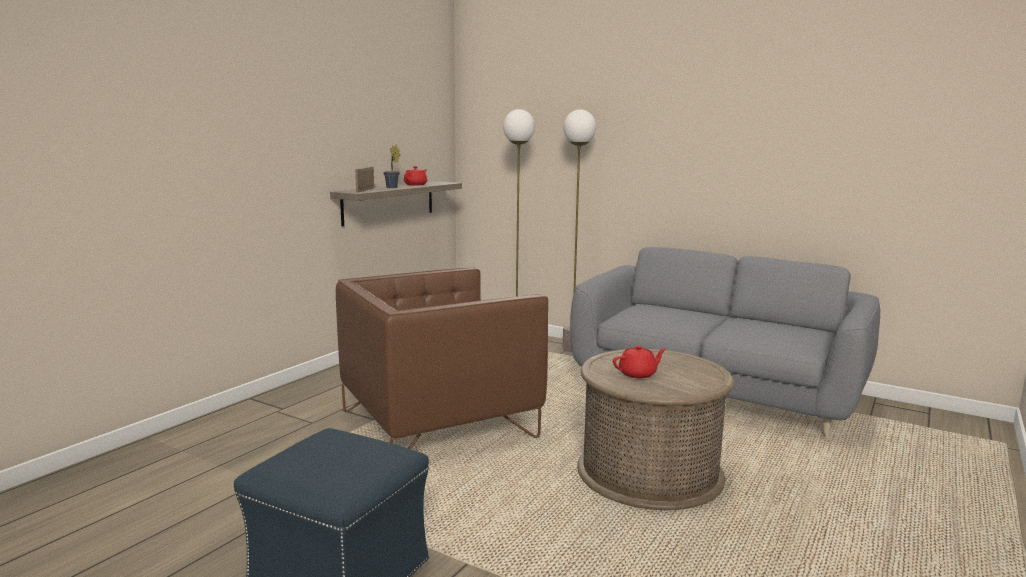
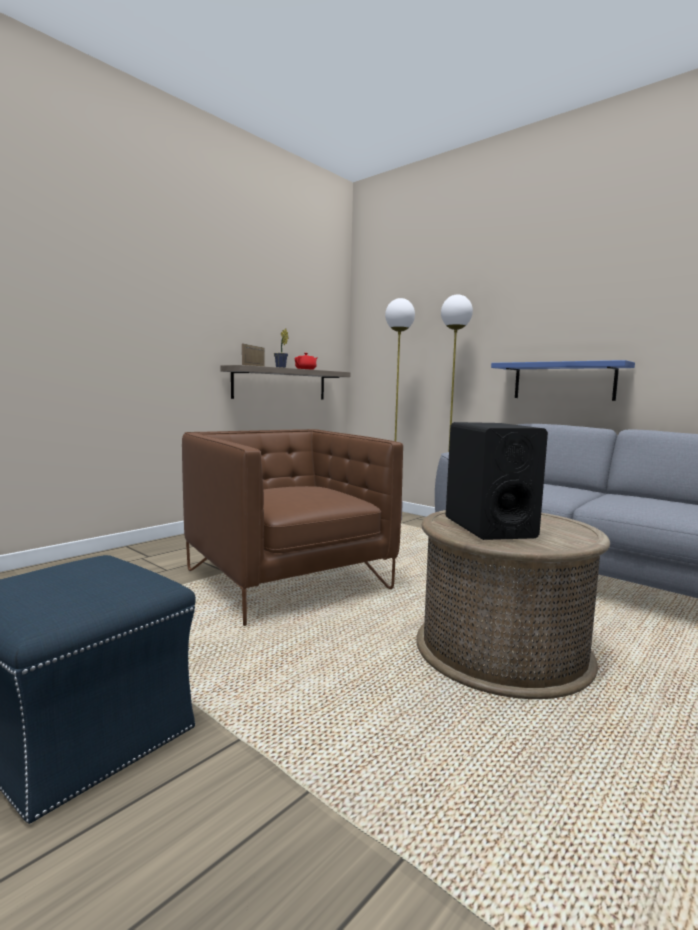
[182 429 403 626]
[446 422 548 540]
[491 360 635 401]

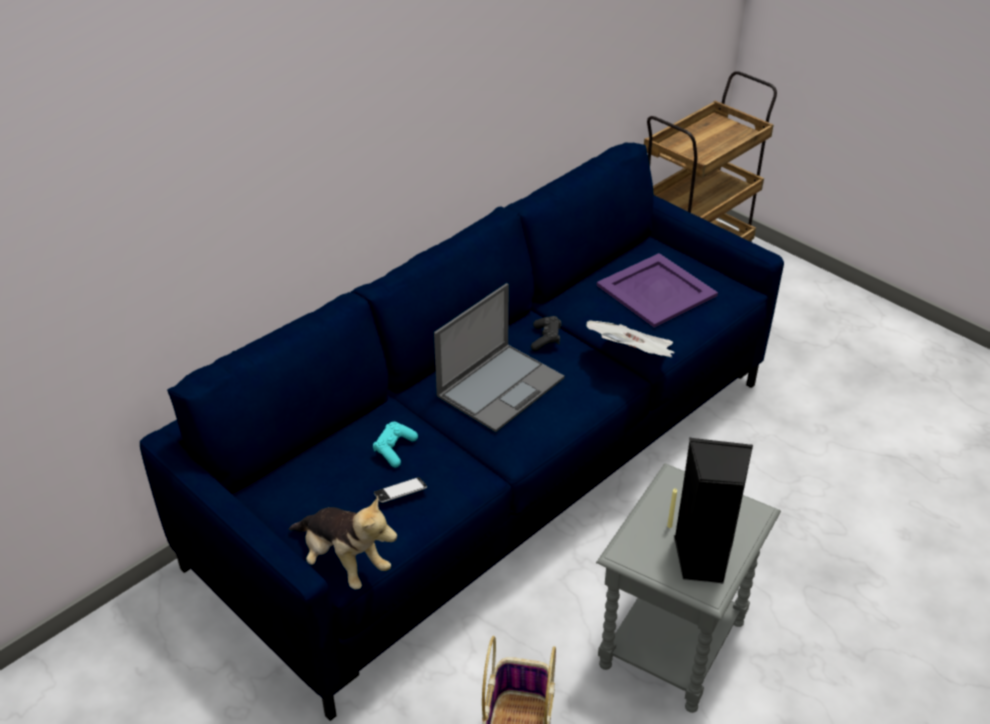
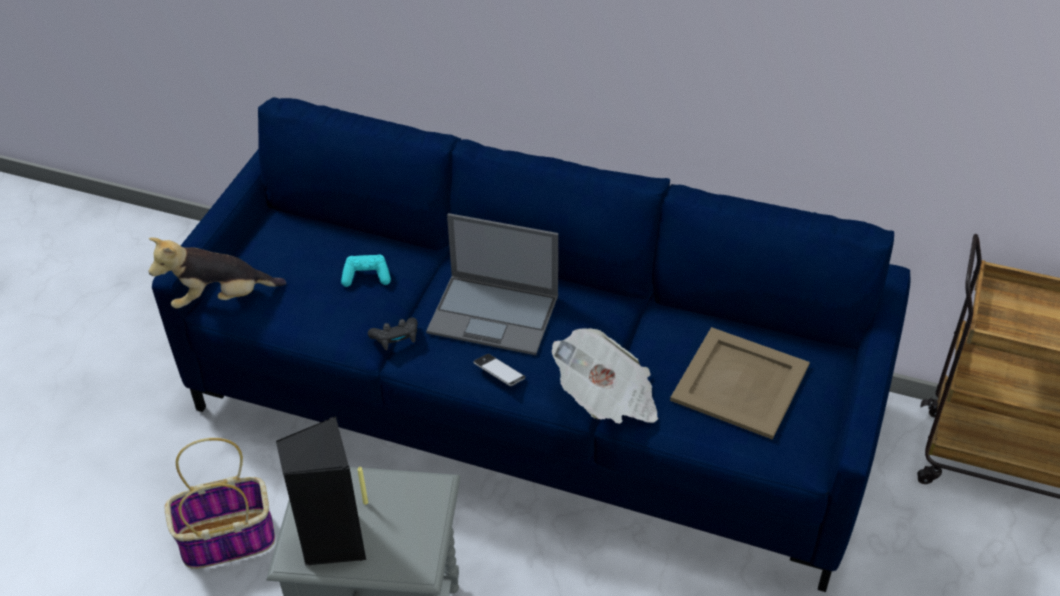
[149 237 286 309]
[473 354 525 386]
[368 318 418 350]
[670 327 810 439]

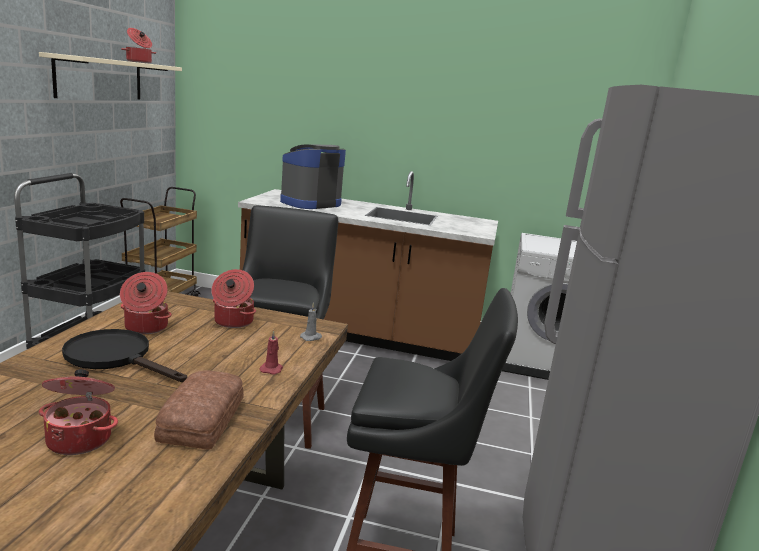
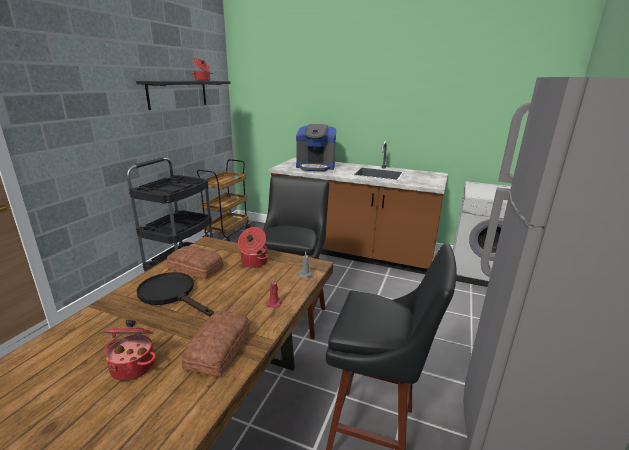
[136 81 230 110]
[167 246 224 279]
[296 124 336 172]

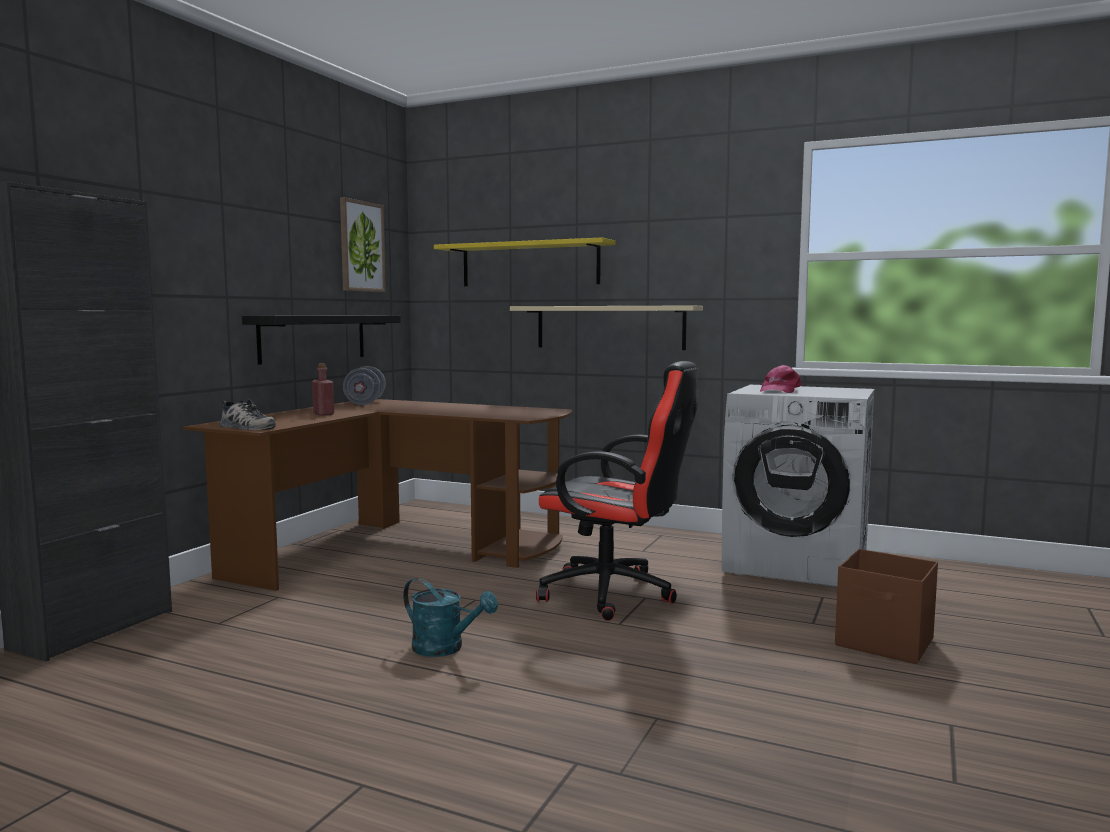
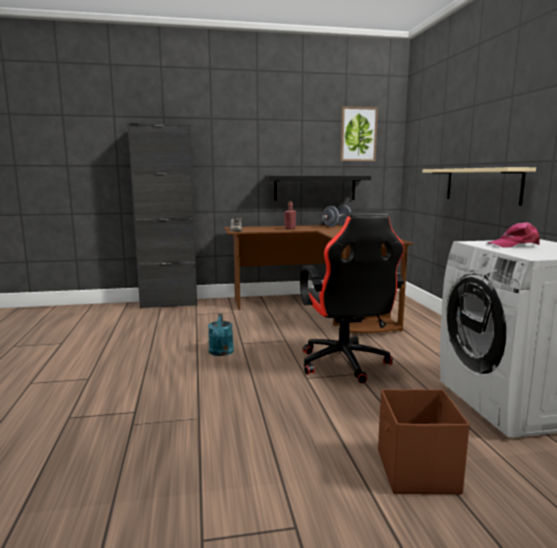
[434 238 615 286] (first image)

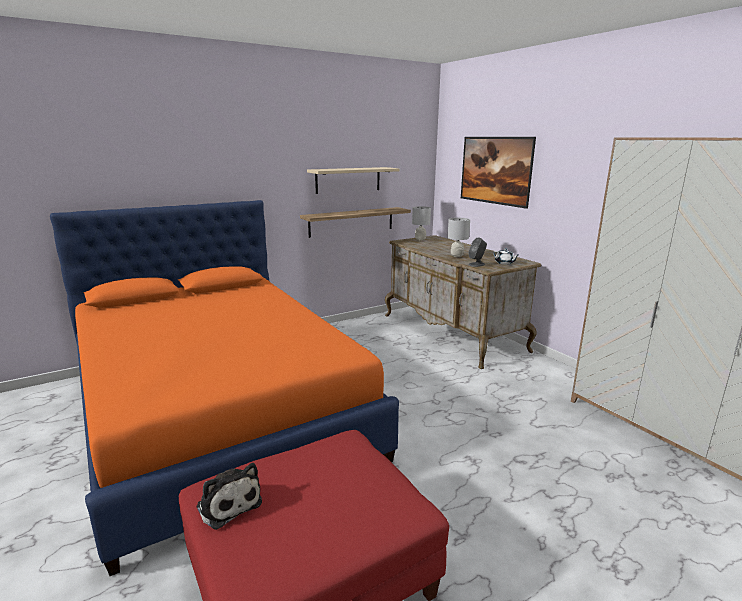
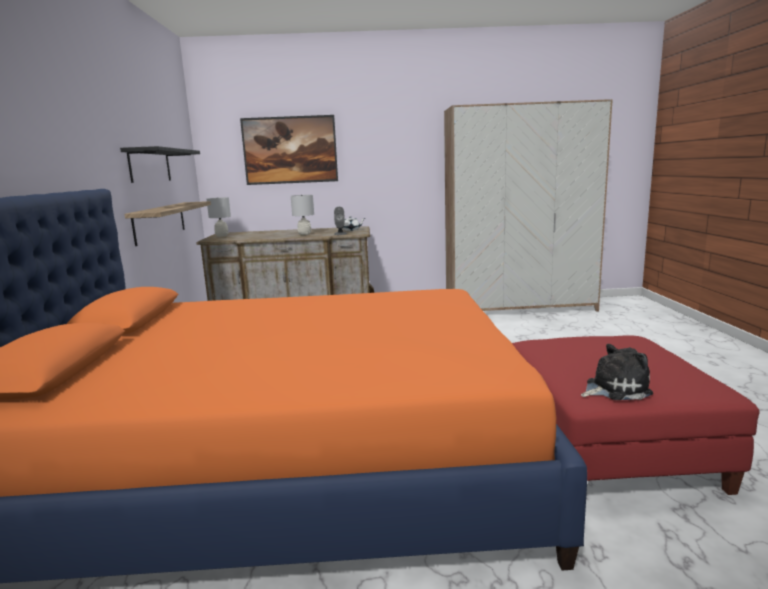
[120 146 200 183]

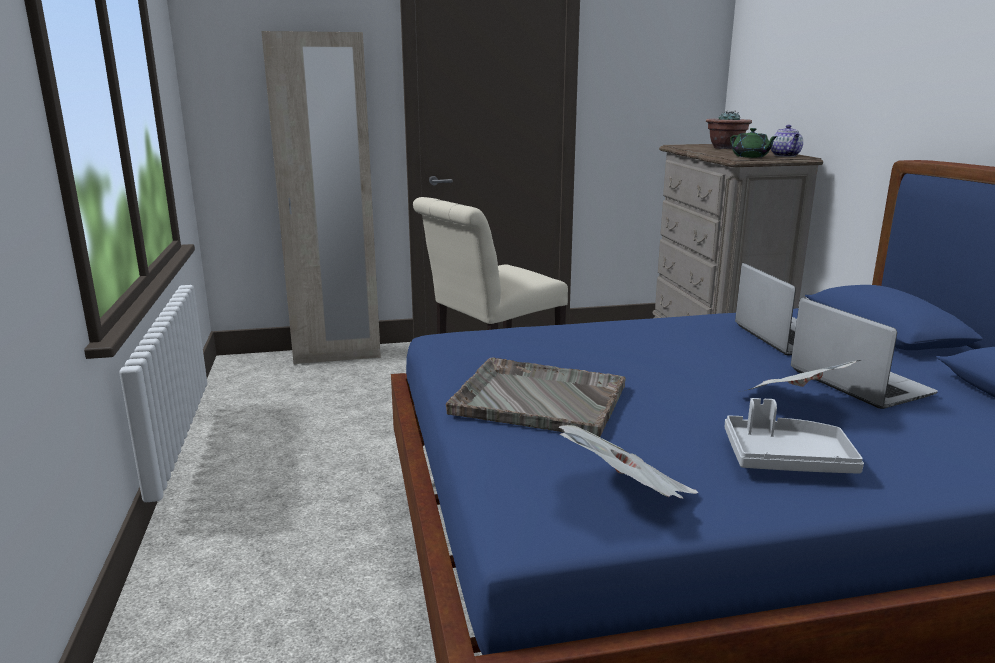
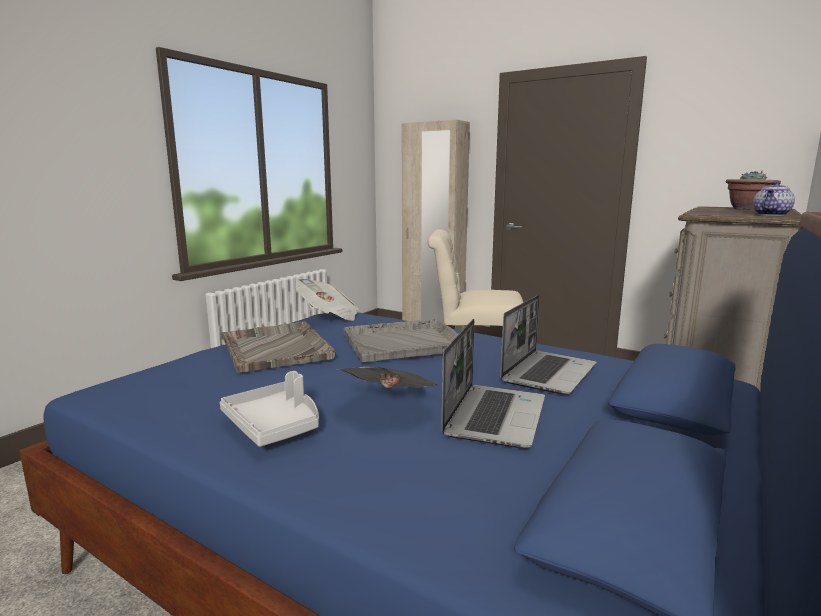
[296 278 359 321]
[730 128 778 158] (first image)
[344 319 459 362]

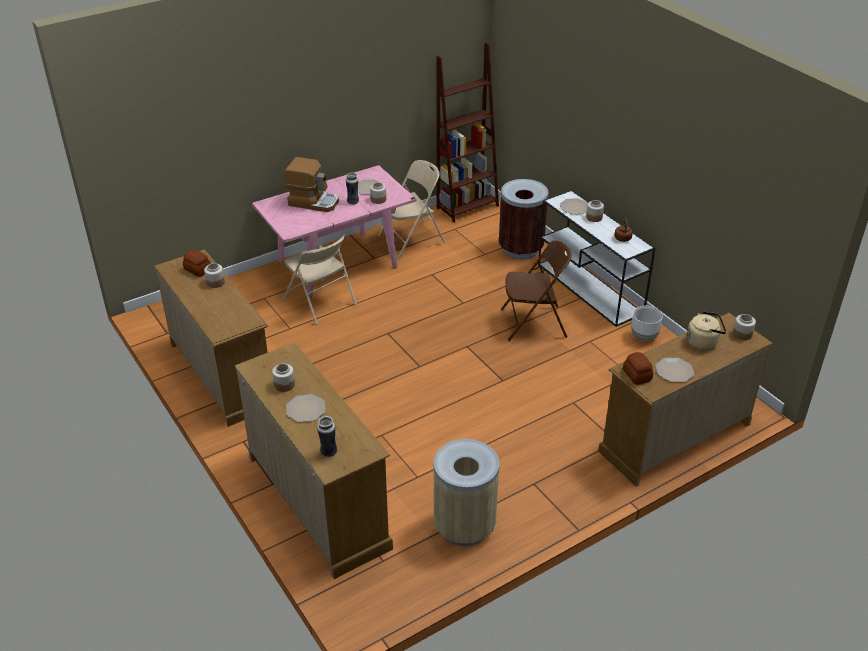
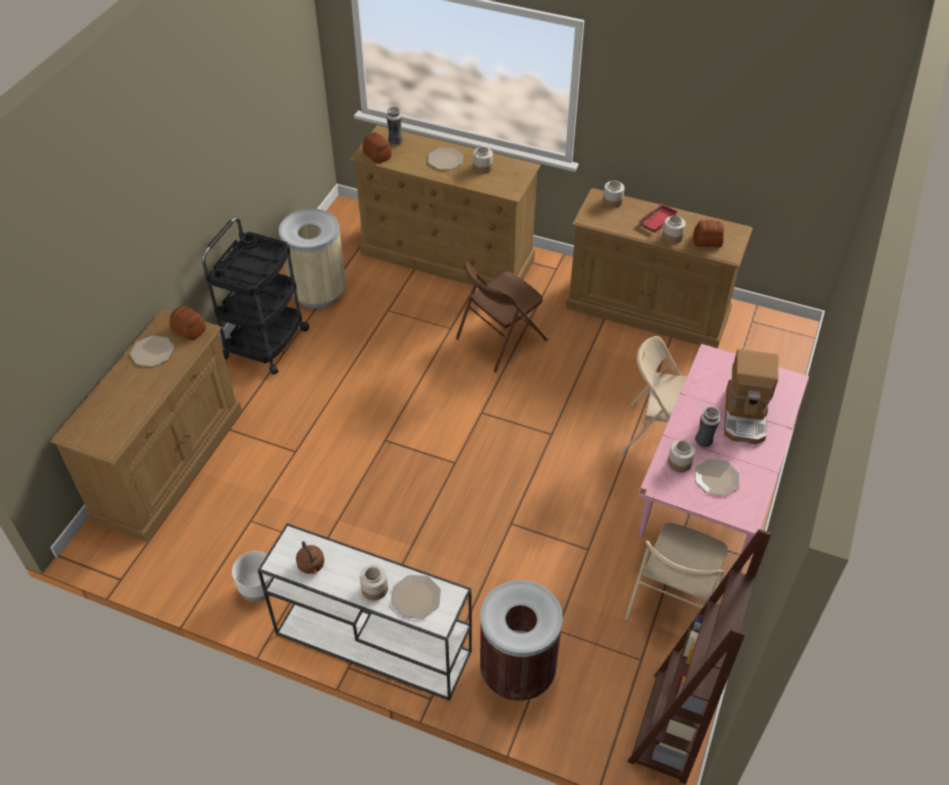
[724 349 778 444]
[456 262 547 373]
[687 311 726 350] (first image)
[603 180 624 208]
[202 217 309 375]
[362 133 392 163]
[638 203 678 233]

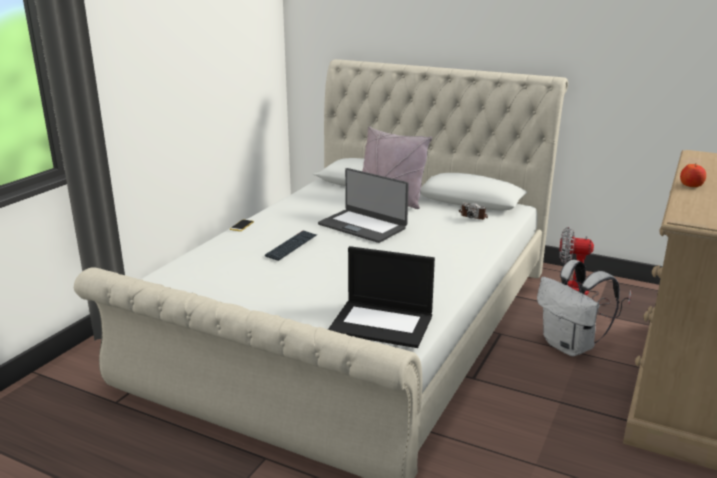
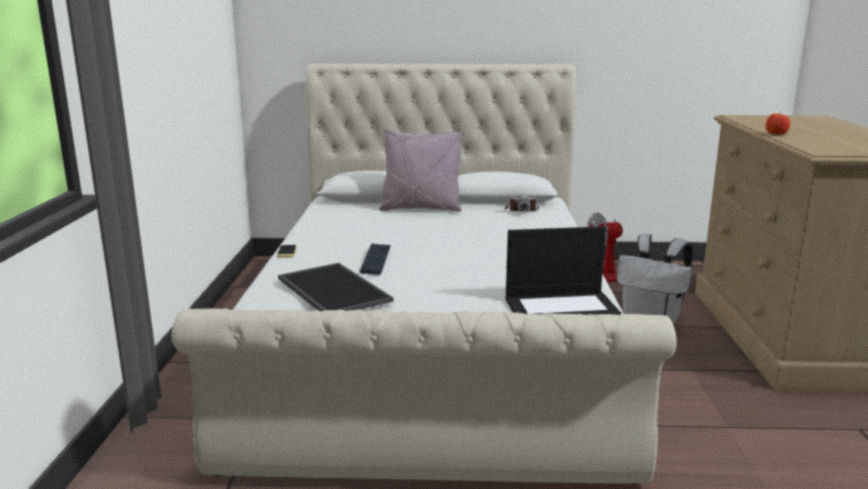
[318 168 409 243] (first image)
[278 263 394 311]

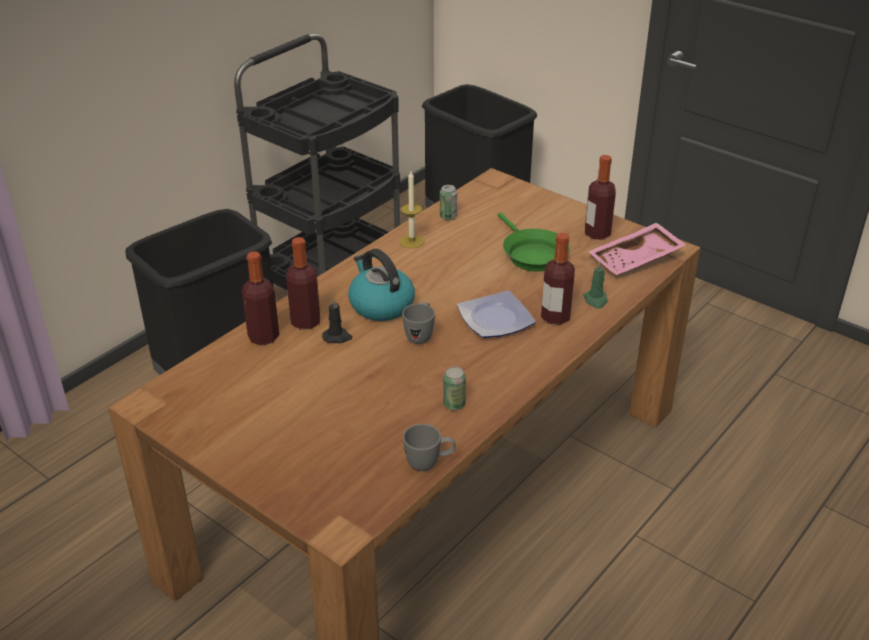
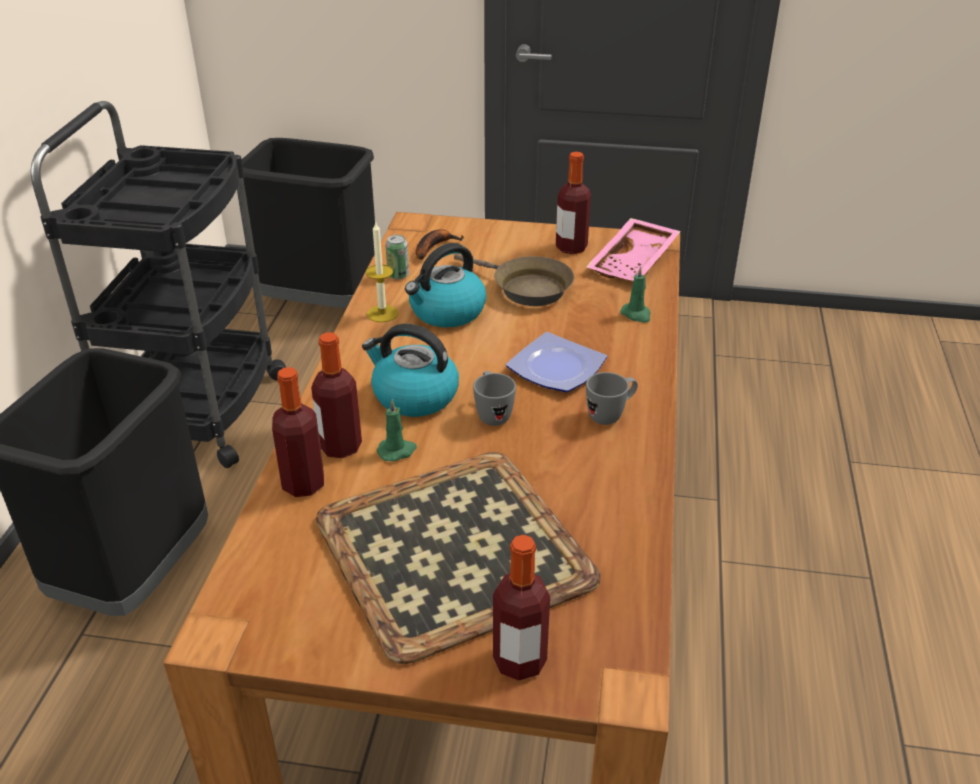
[377 399 417 462]
[586 372 638 425]
[443 367 466 410] (first image)
[454 254 574 306]
[493 535 550 681]
[316 452 601 664]
[405 243 486 328]
[416 229 464 260]

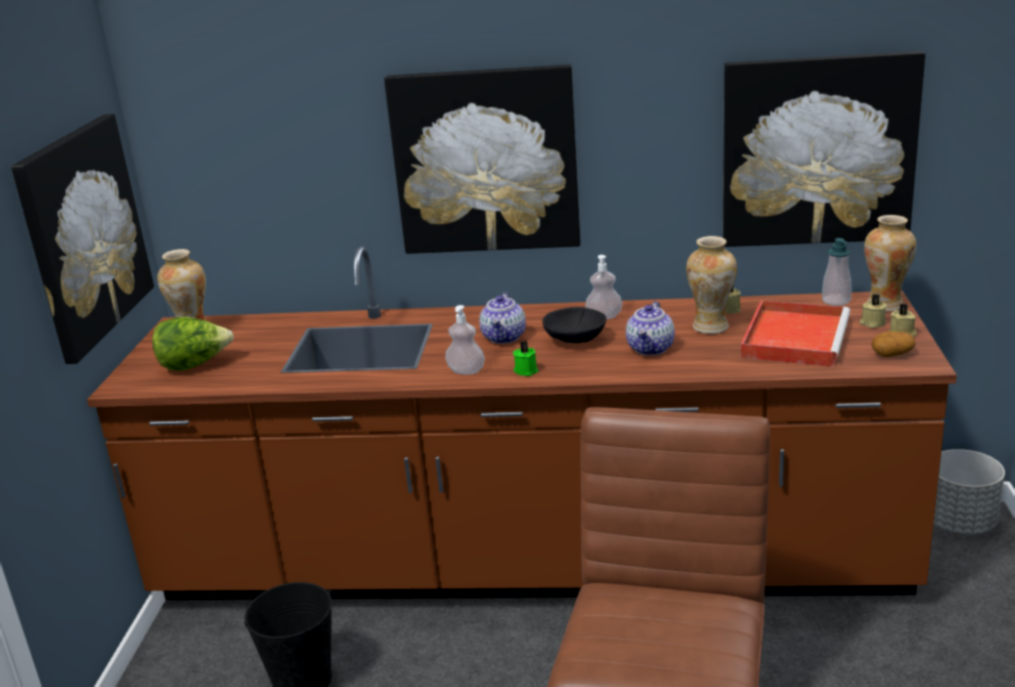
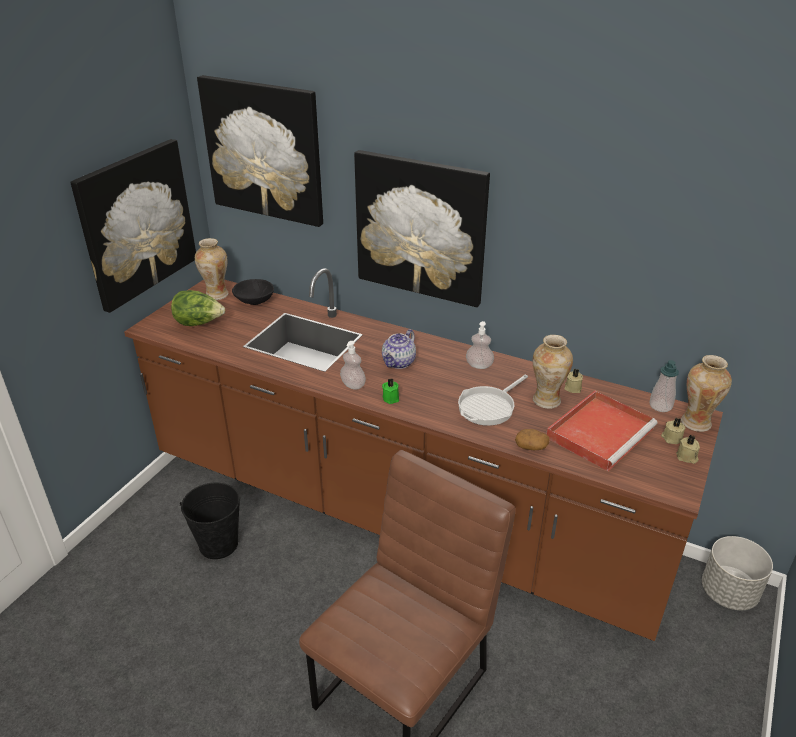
[232 279 274 305]
[458 375 528 426]
[197 75 323 227]
[515 429 550 450]

